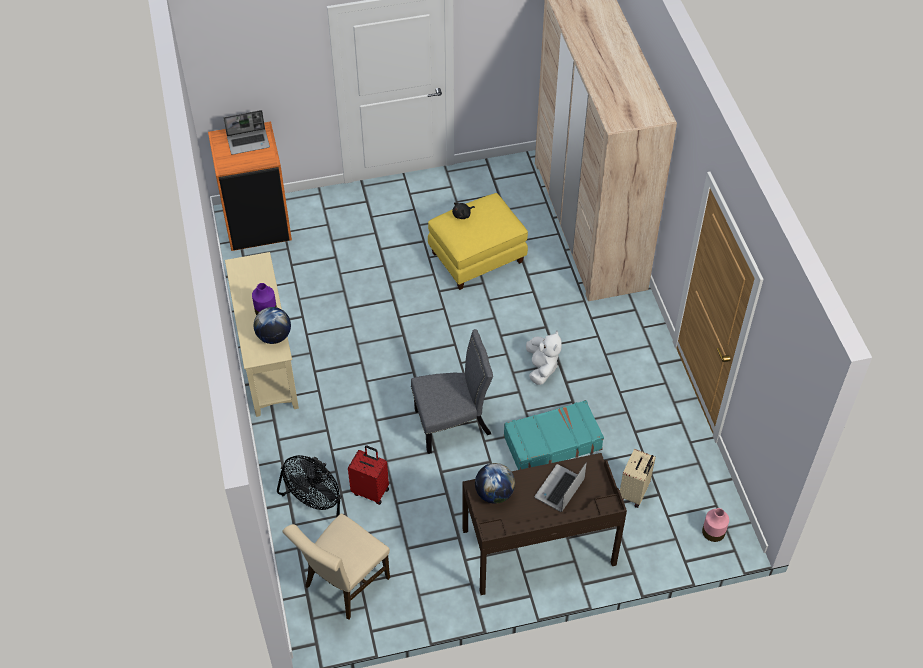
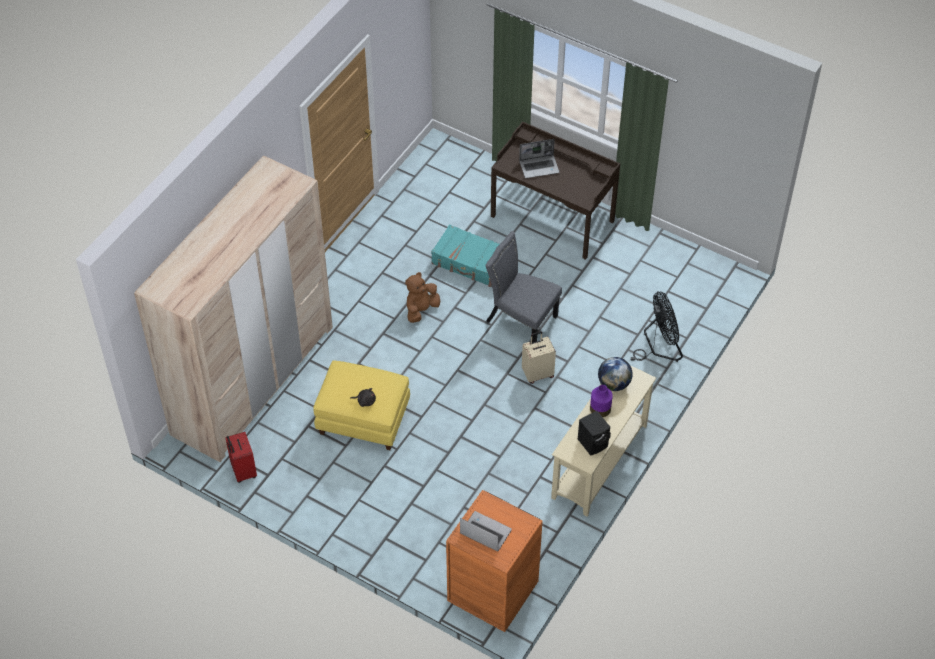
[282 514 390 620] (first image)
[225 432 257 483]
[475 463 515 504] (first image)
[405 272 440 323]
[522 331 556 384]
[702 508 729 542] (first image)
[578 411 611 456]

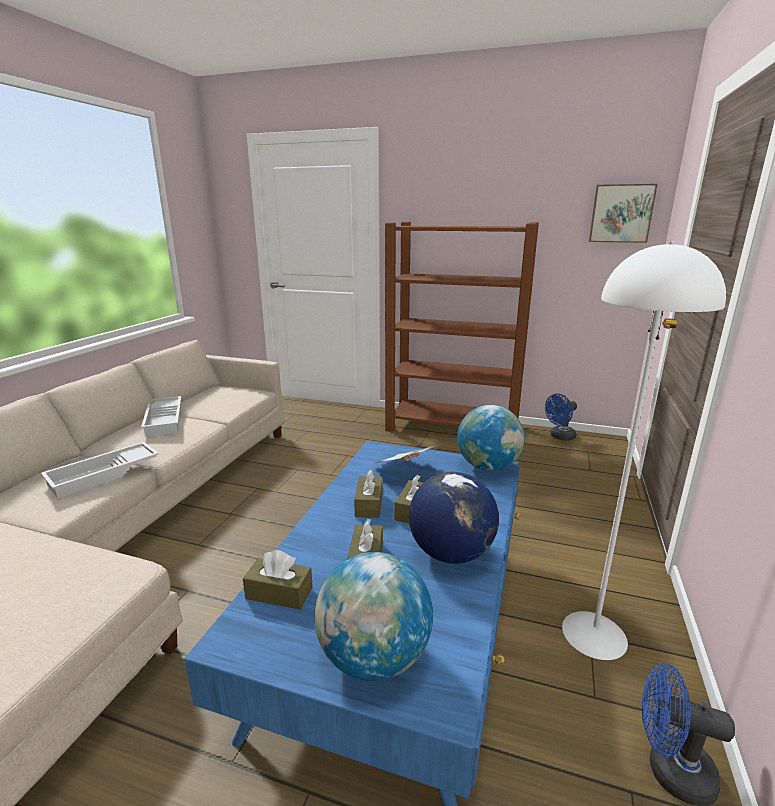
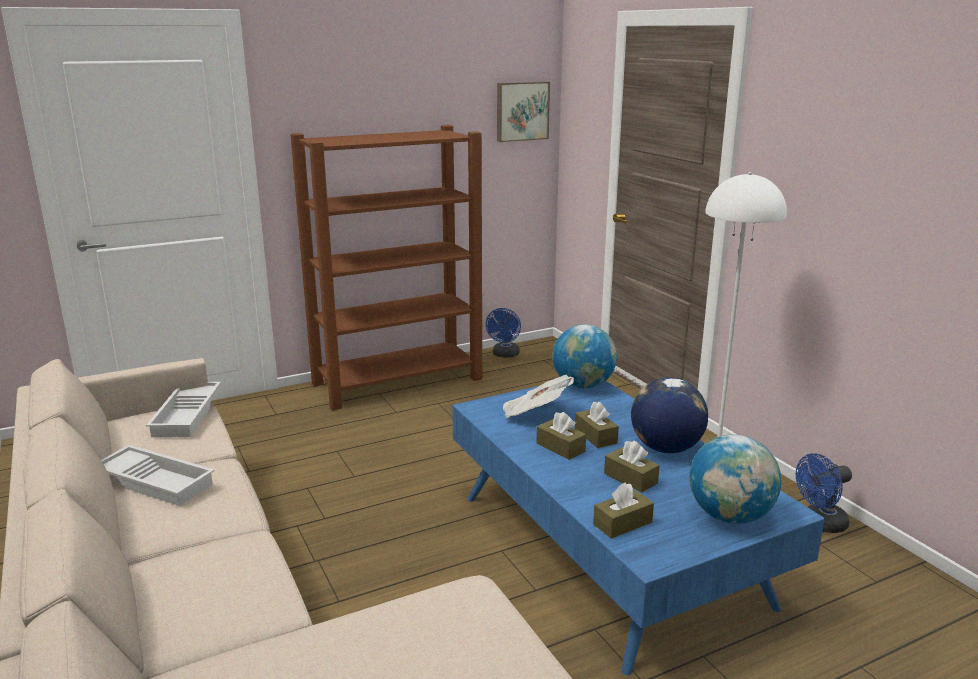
[146 382 221 437]

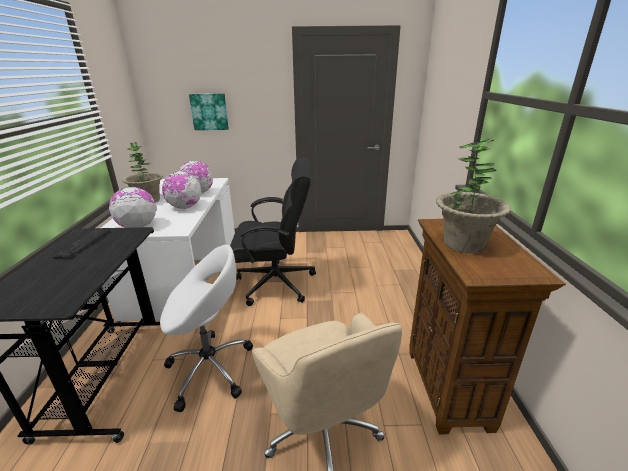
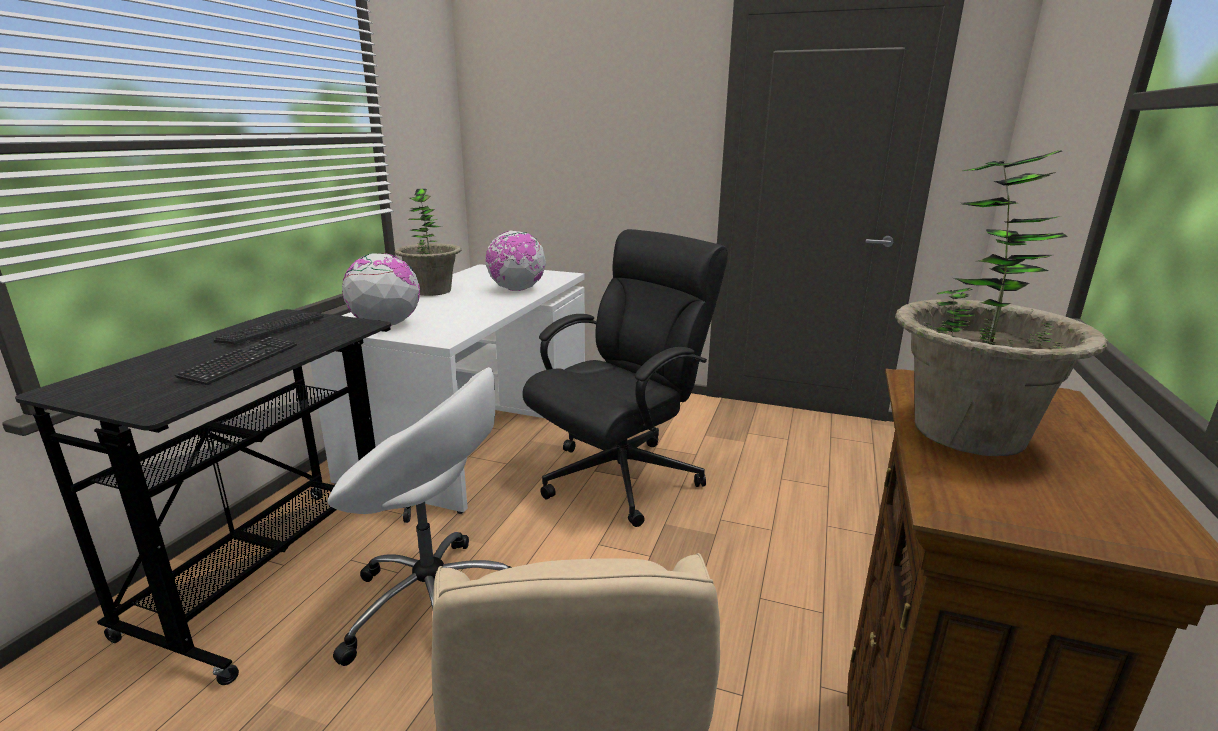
[162 171 202 209] (first image)
[189 93 229 130] (first image)
[522 229 728 527]
[175 337 297 385]

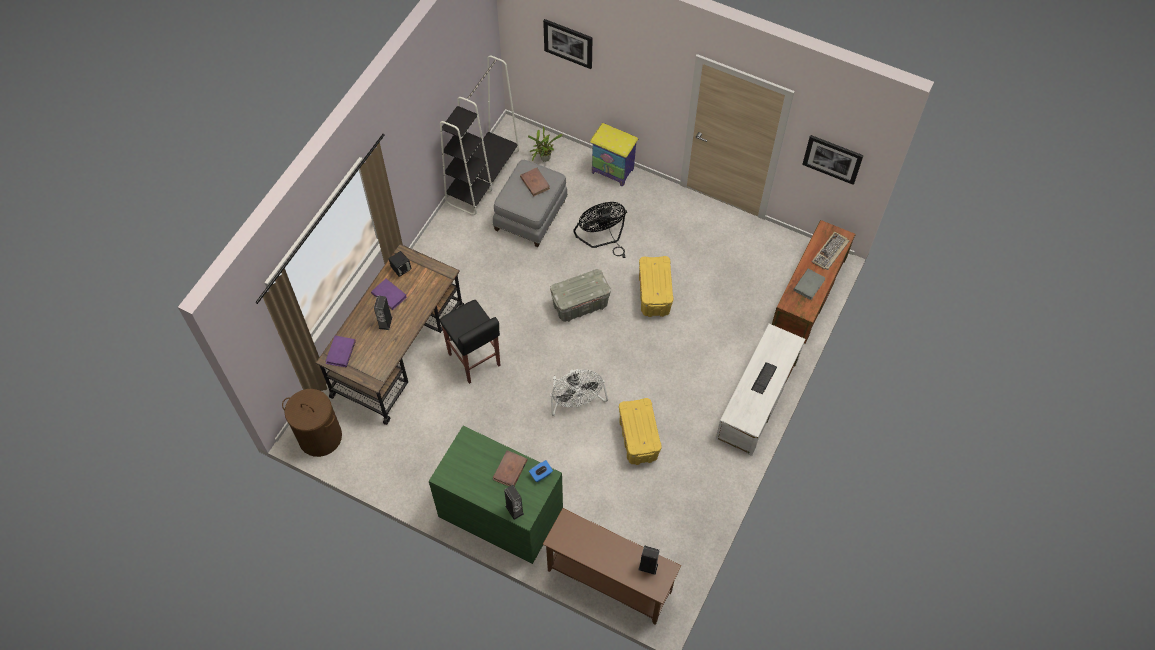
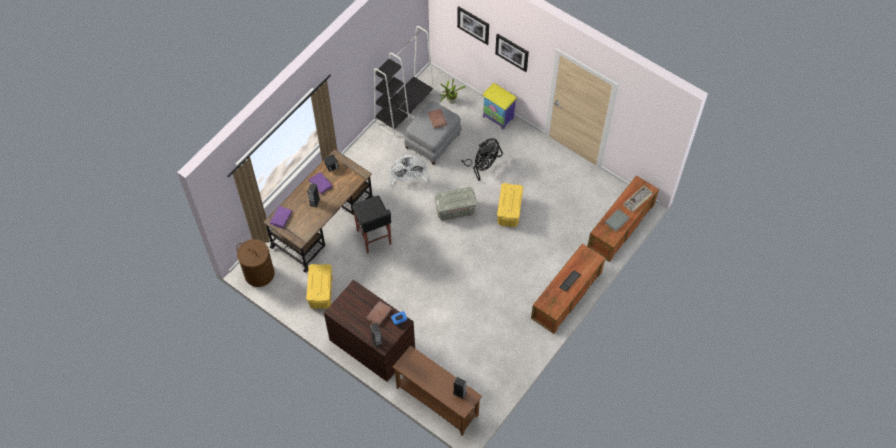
[324 280 415 382]
[390 155 429 186]
[461 138 503 181]
[306 264 333 309]
[531 244 606 334]
[495 33 529 72]

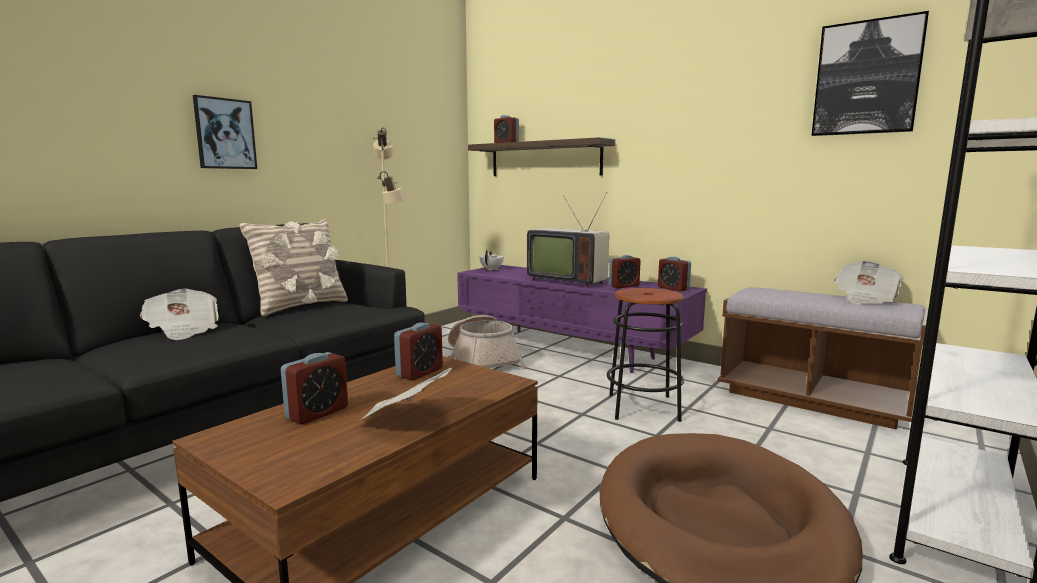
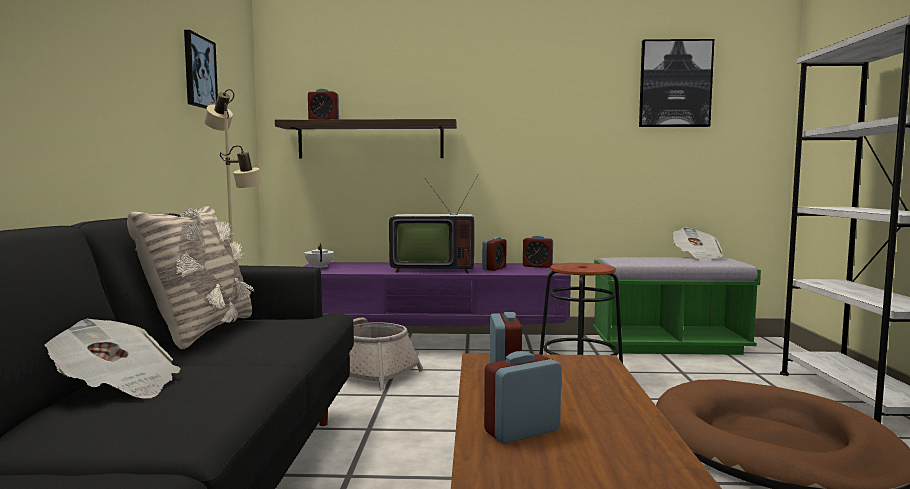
[184 30 218 109]
[484 351 561 444]
[358 367 452 421] (first image)
[593 257 761 355]

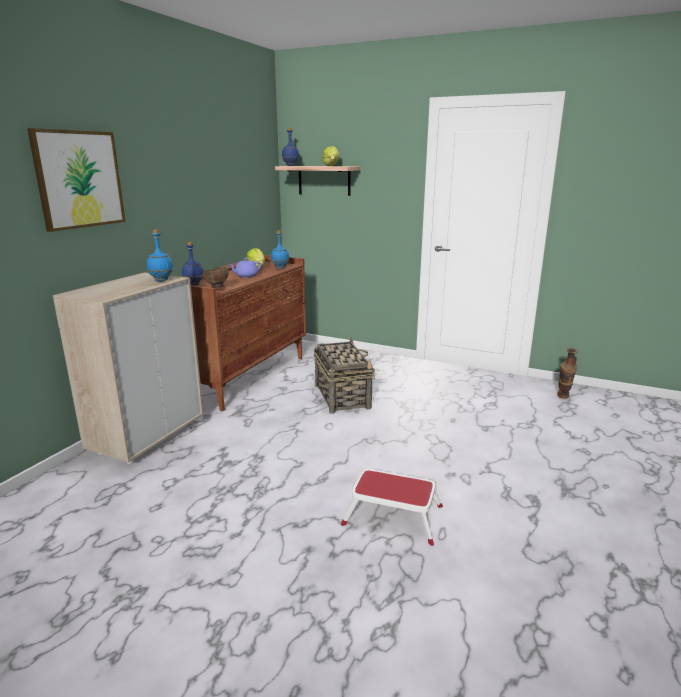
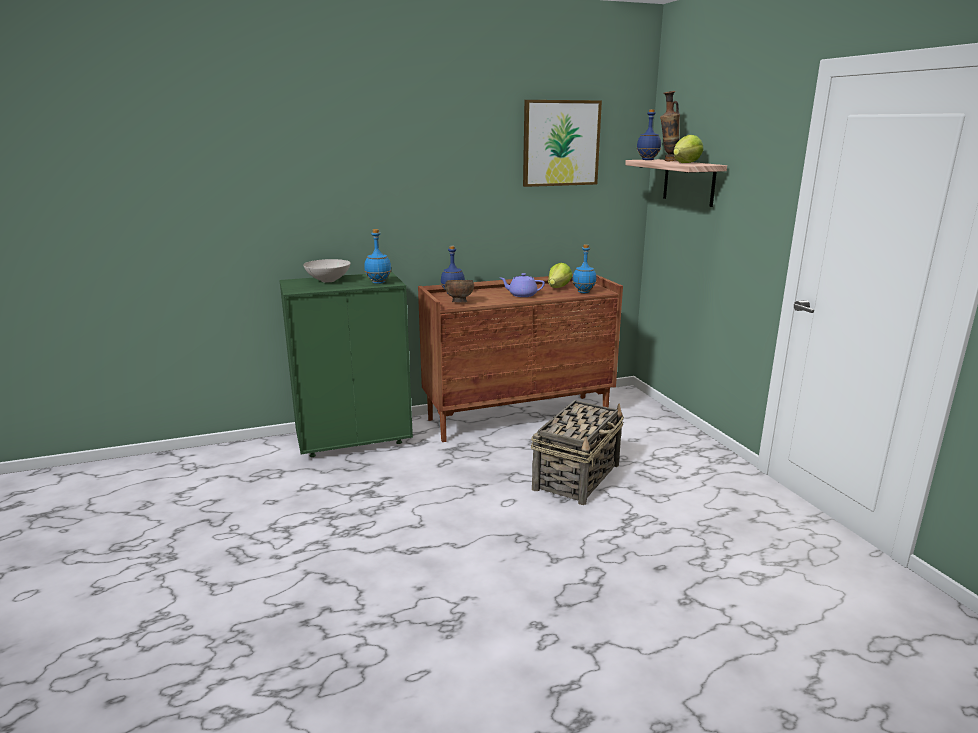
[523 100 602 187]
[279 272 413 457]
[341 469 443 546] (first image)
[660 91 680 161]
[303 259 351 282]

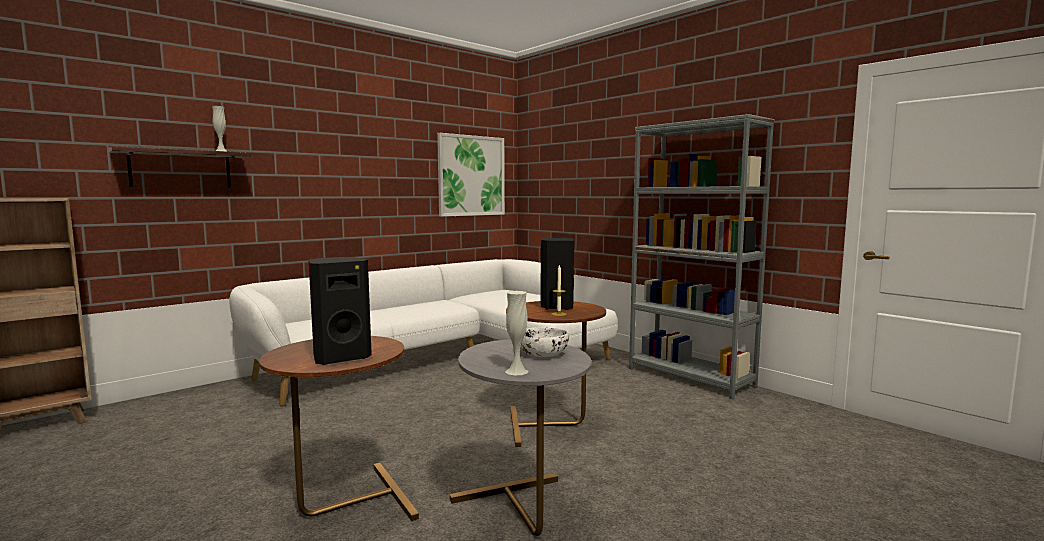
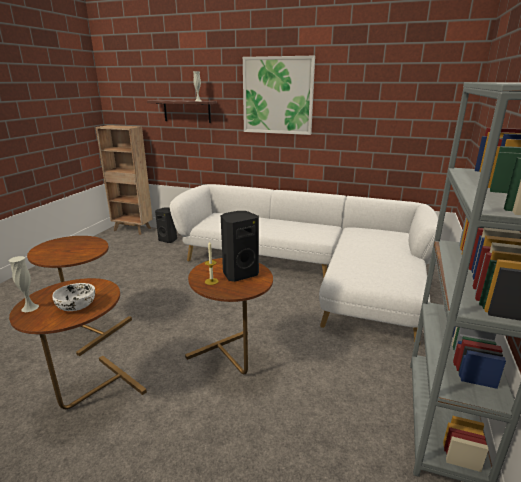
[155 207 177 243]
[243 56 315 135]
[9 278 147 409]

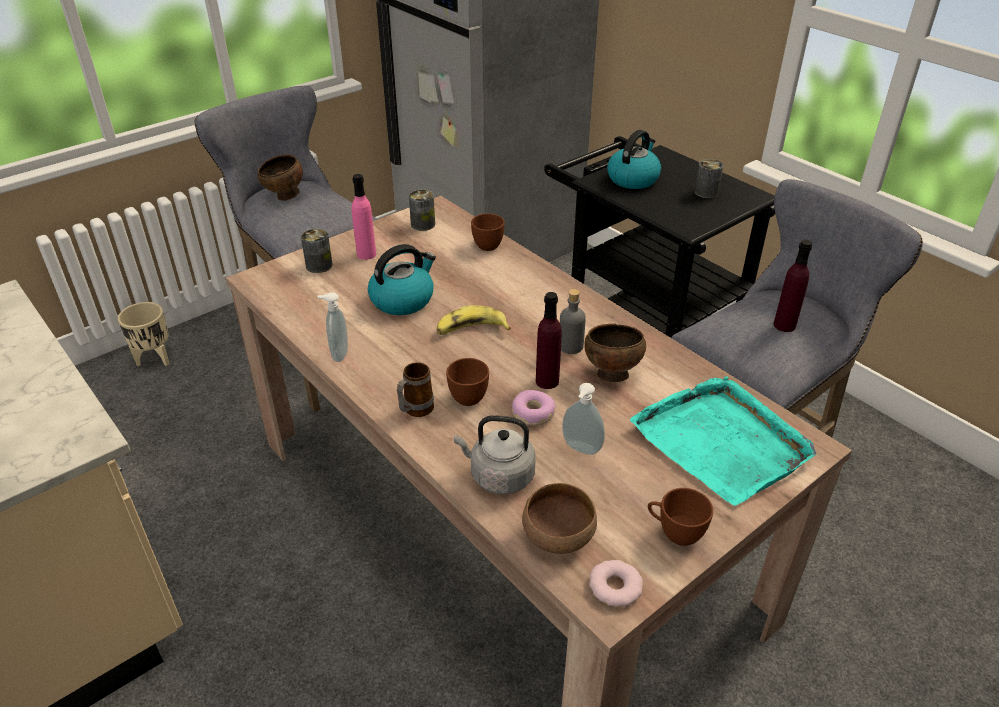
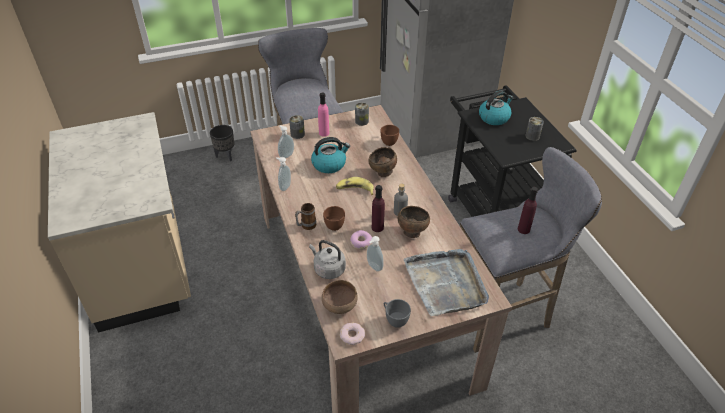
[210 125 234 161]
[368 147 397 177]
[404 249 489 316]
[384 299 411 328]
[278 125 294 158]

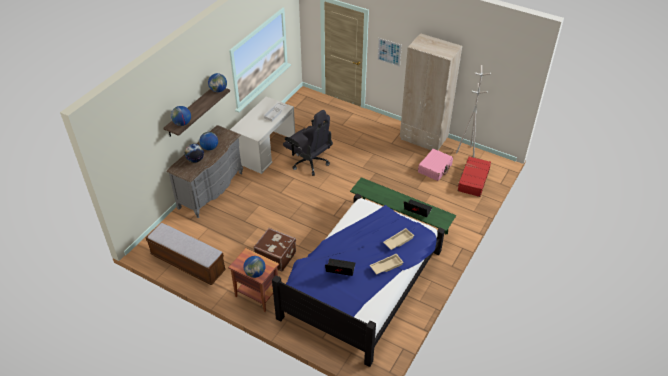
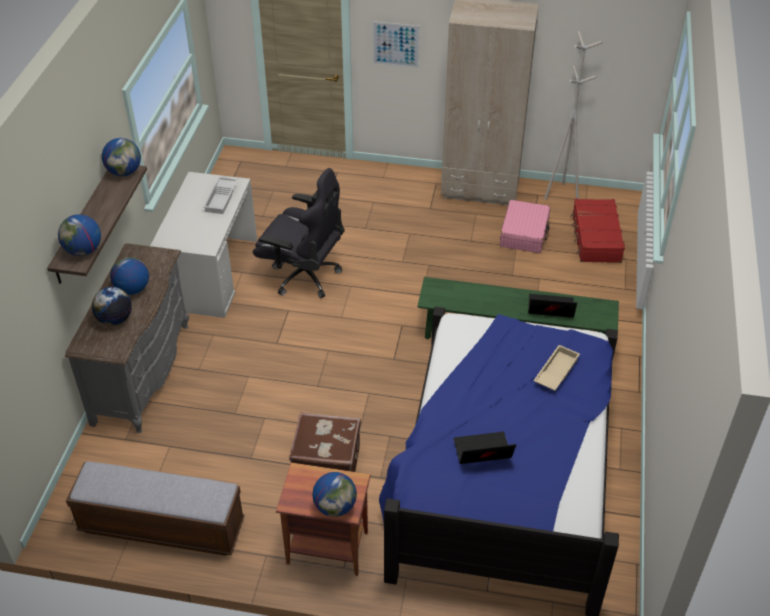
[370 253 404 275] (first image)

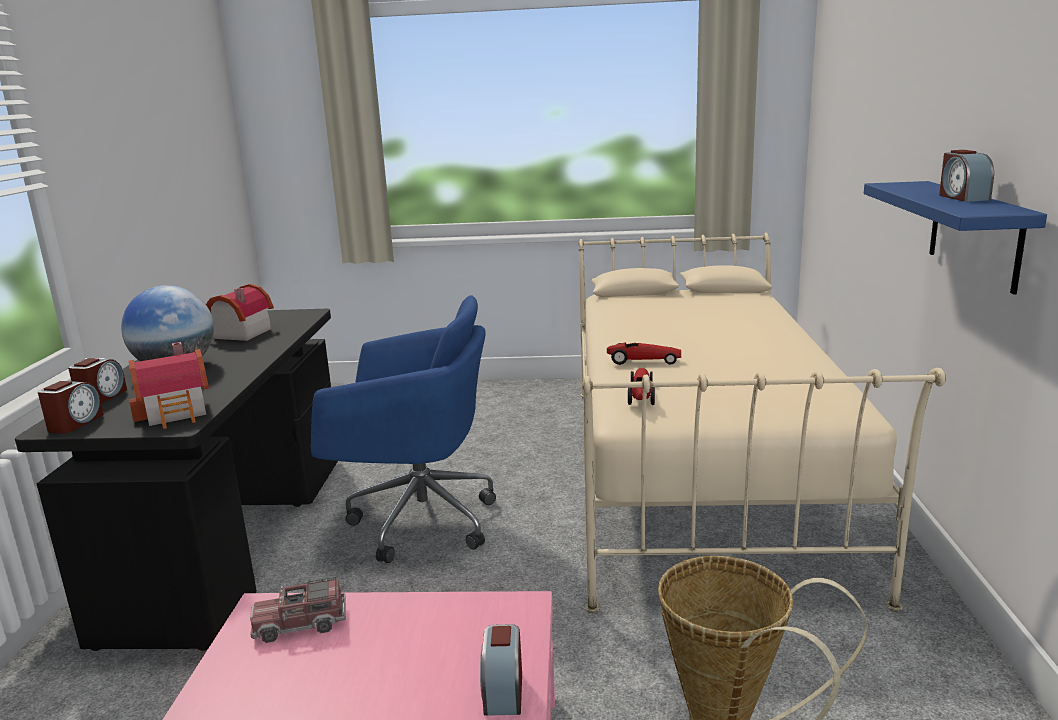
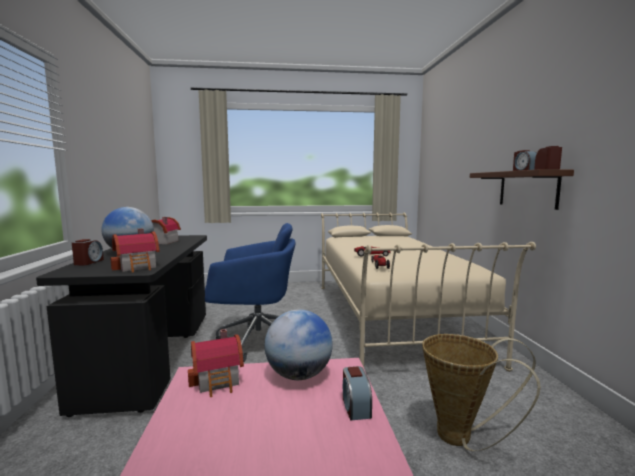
[534 146 562 170]
[188 329 244 397]
[470 169 574 210]
[265 309 333 380]

